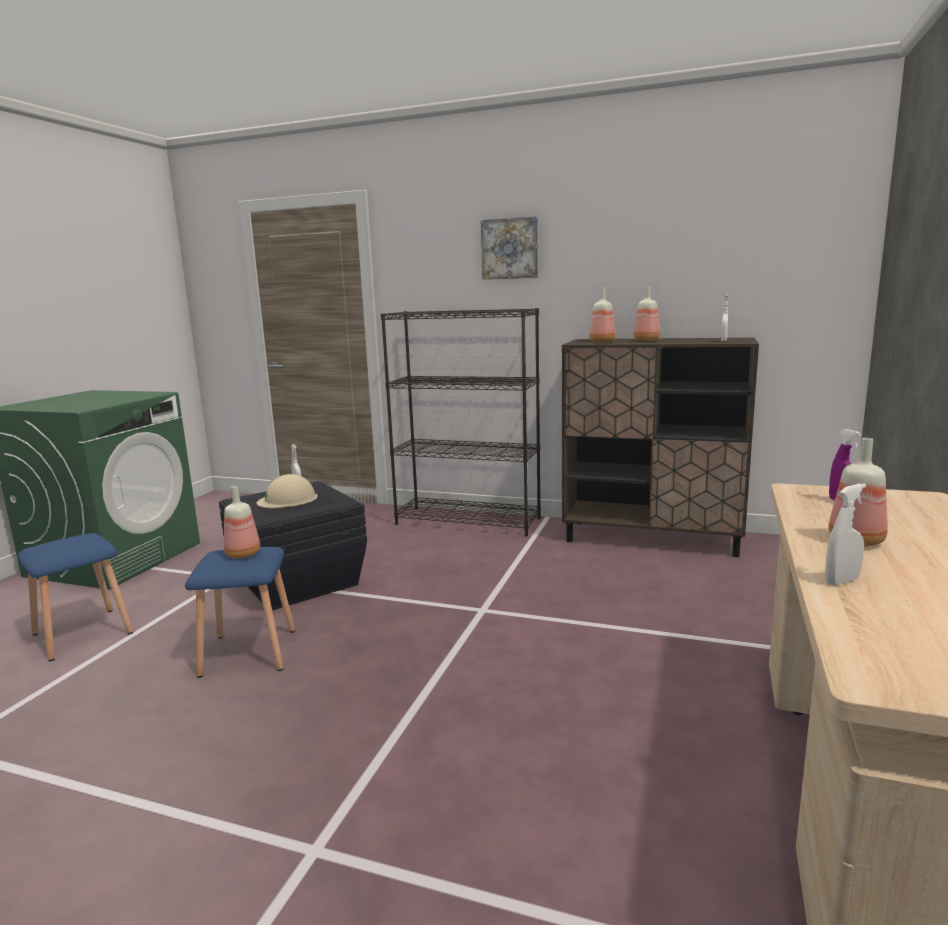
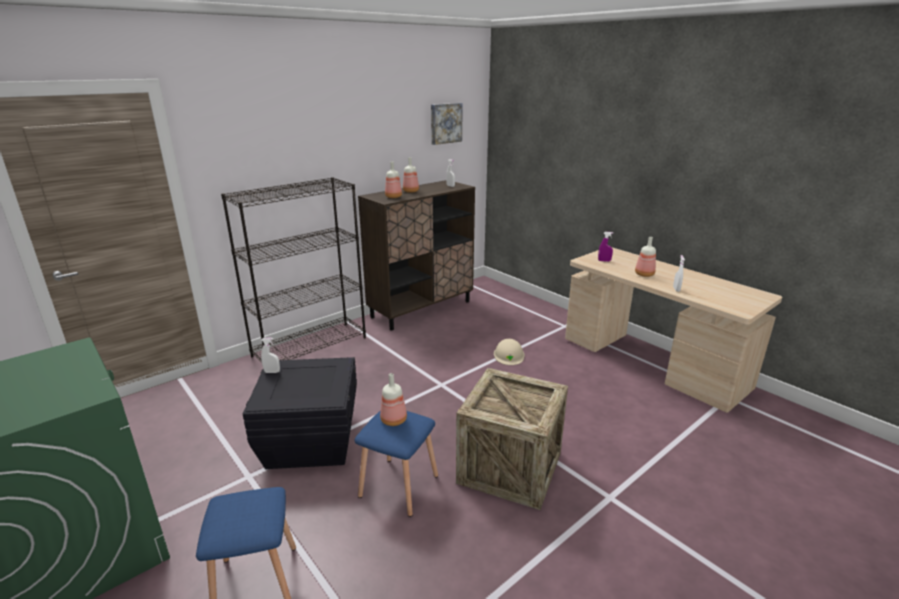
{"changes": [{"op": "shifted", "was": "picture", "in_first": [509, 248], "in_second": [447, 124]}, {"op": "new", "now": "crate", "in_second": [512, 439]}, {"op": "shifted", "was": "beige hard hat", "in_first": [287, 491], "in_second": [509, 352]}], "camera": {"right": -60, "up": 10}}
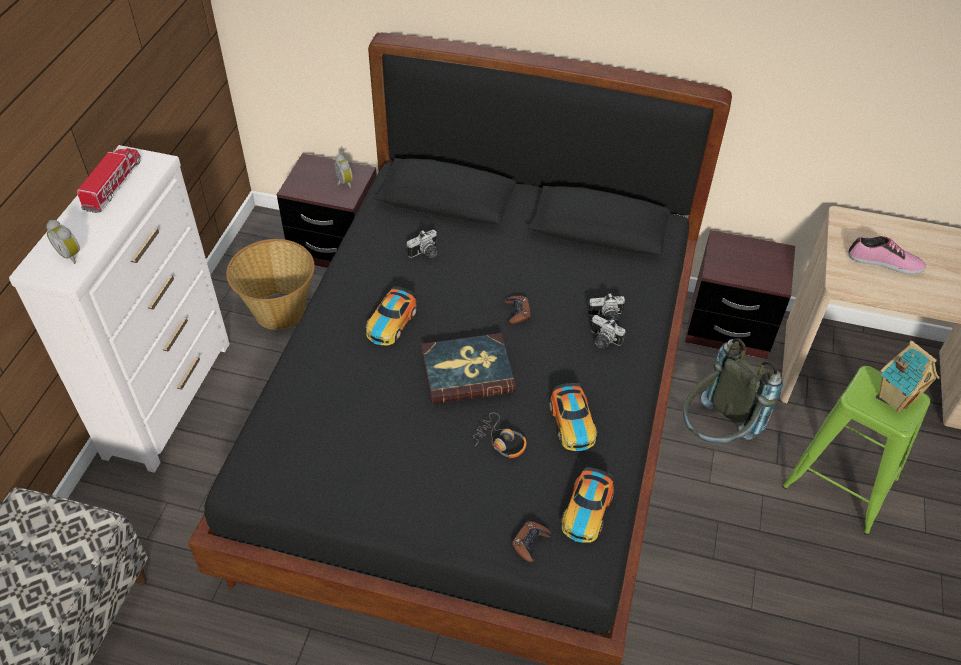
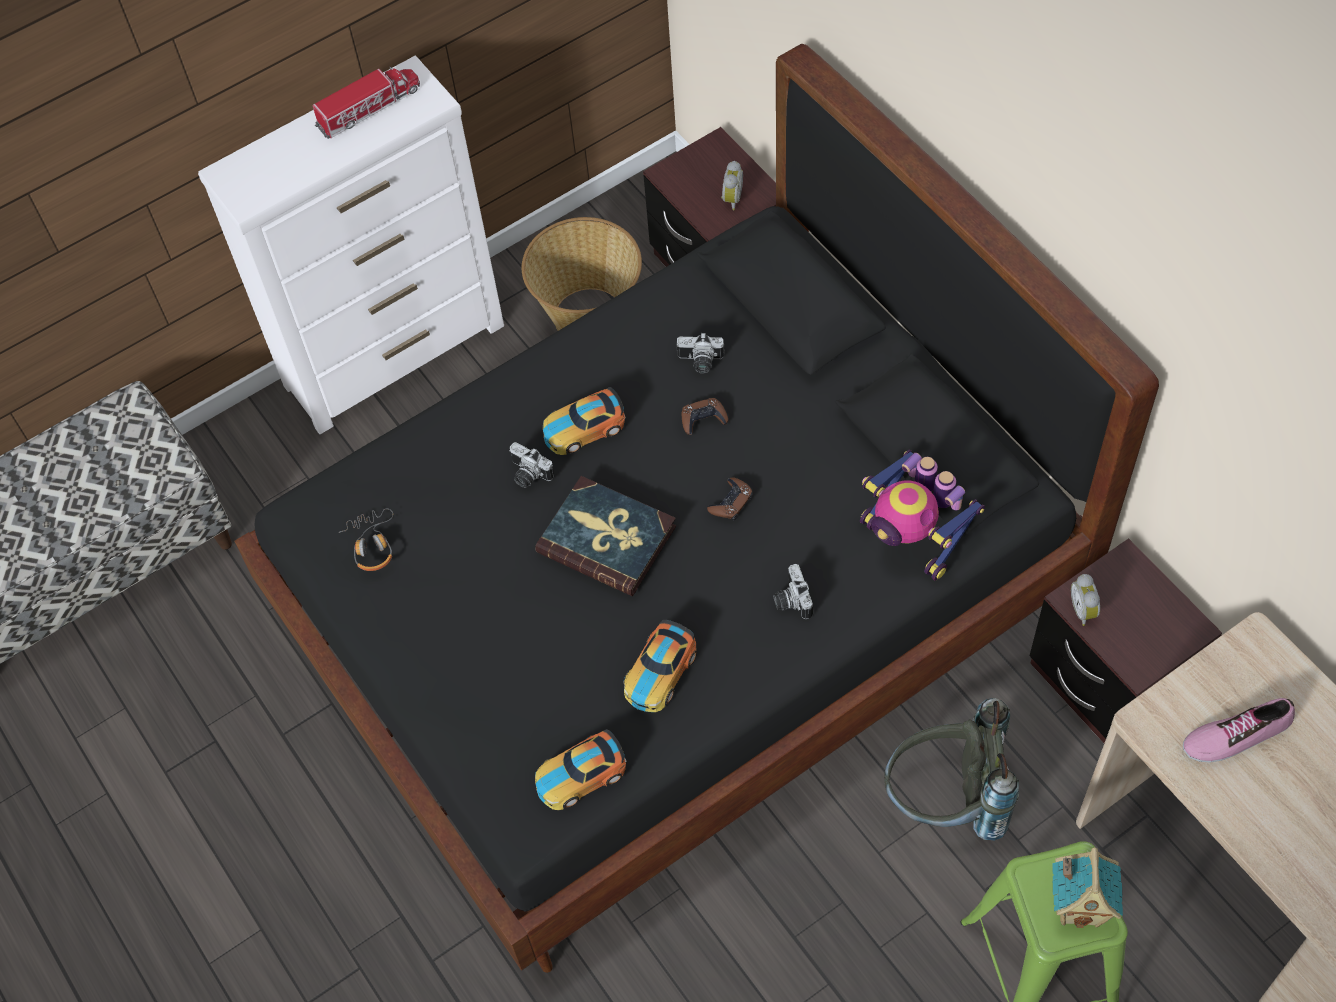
{"changes": [{"op": "shifted", "was": "headphones", "in_first": [500, 435], "in_second": [366, 539]}, {"op": "shifted", "was": "photo camera", "in_first": [606, 308], "in_second": [532, 465]}, {"op": "shifted", "was": "brown game controller", "in_first": [531, 541], "in_second": [705, 416]}, {"op": "new", "now": "toy robot", "in_second": [922, 515]}, {"op": "shifted", "was": "alarm clock", "in_first": [63, 242], "in_second": [1085, 600]}, {"op": "rotated", "was": "shoe", "in_first": [887, 255], "in_second": [1239, 730], "clockwise": 105}], "camera": {"right": 45, "up": 10}}
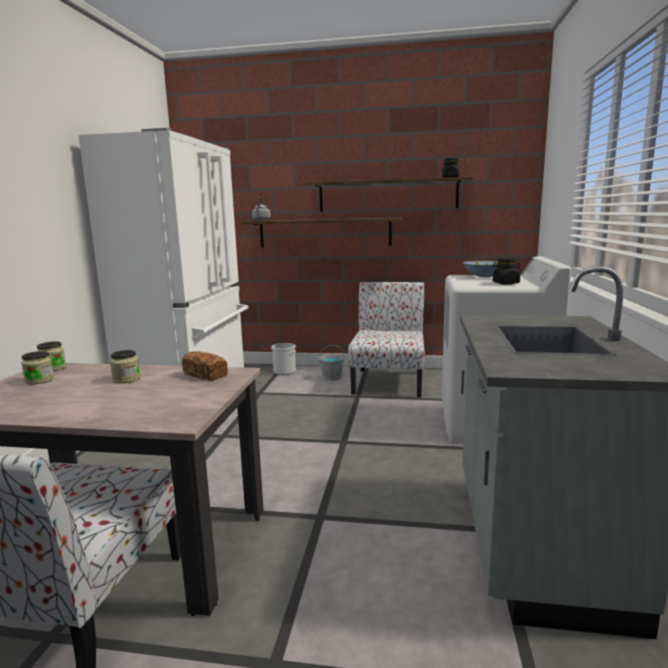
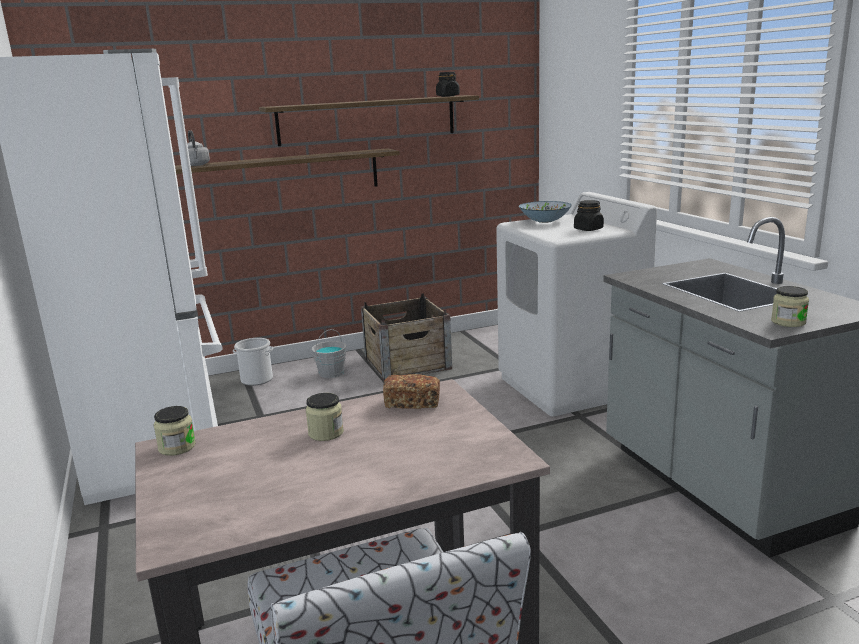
{"changes": [{"op": "swapped", "was": "chair", "now": "crate", "in_first": [386, 339], "in_second": [406, 337]}, {"op": "shifted", "was": "jar", "in_first": [37, 367], "in_second": [790, 306]}], "camera": {"right": -30, "up": 5}}
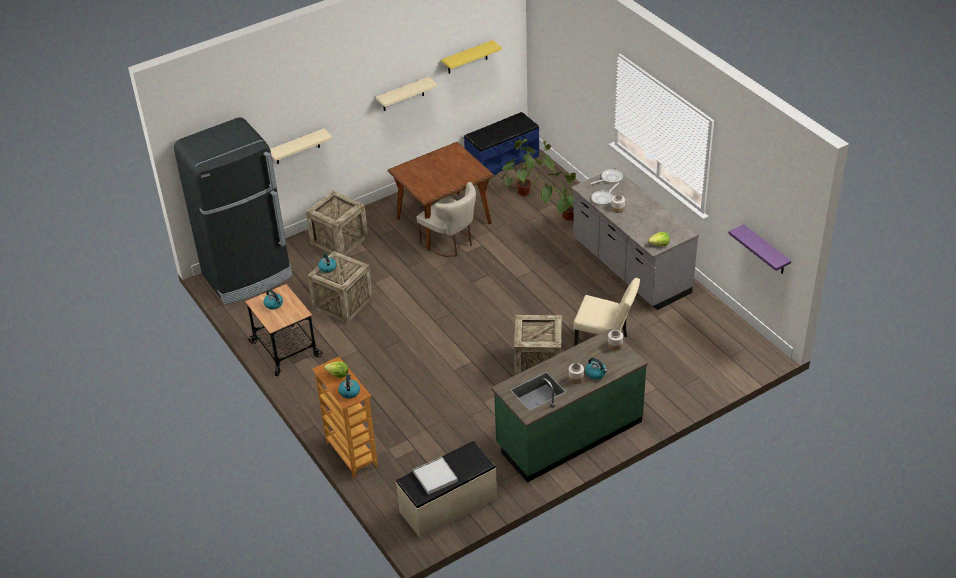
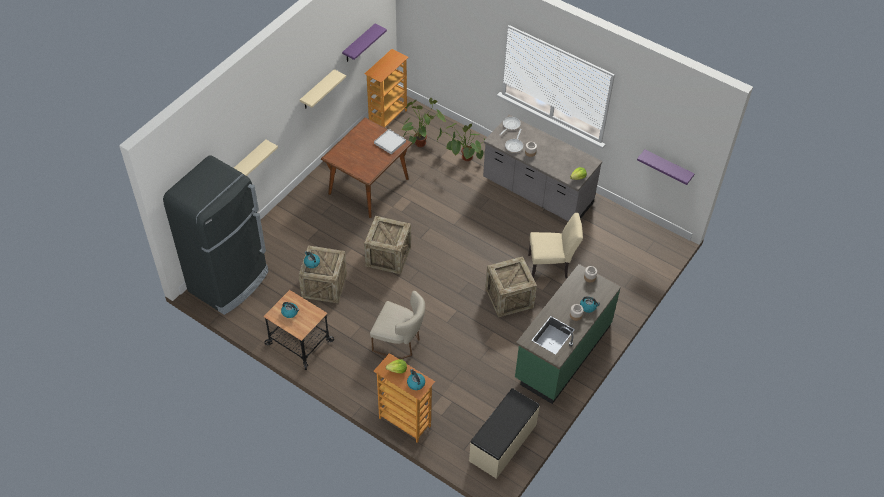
{"changes": [{"op": "repainted", "was": "yellow shelf", "now": "purple shelf", "in_first": [471, 57], "in_second": [364, 43]}, {"op": "swapped", "was": "blue bench", "now": "bookcase", "in_first": [501, 144], "in_second": [386, 88]}, {"op": "shifted", "was": "crate", "in_first": [337, 222], "in_second": [387, 245]}, {"op": "shifted", "was": "beige chair", "in_first": [446, 219], "in_second": [397, 325]}, {"op": "shifted", "was": "white tray", "in_first": [435, 476], "in_second": [390, 141]}], "camera": {"right": -25, "up": 10}}
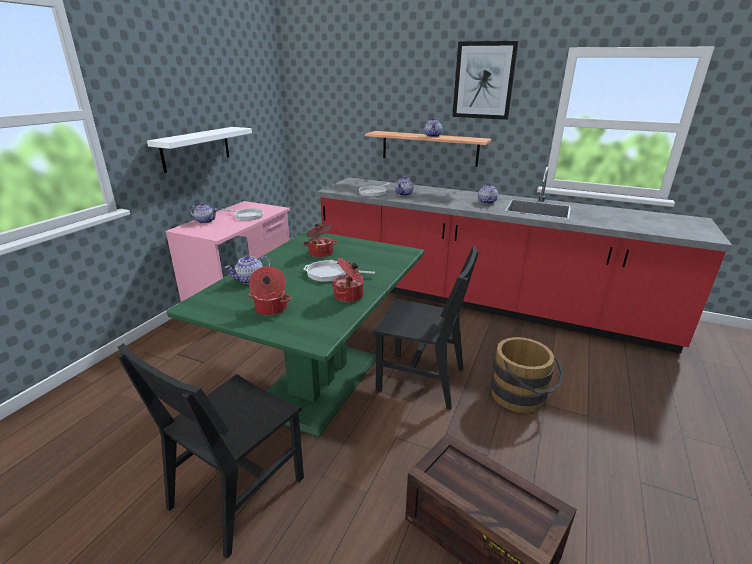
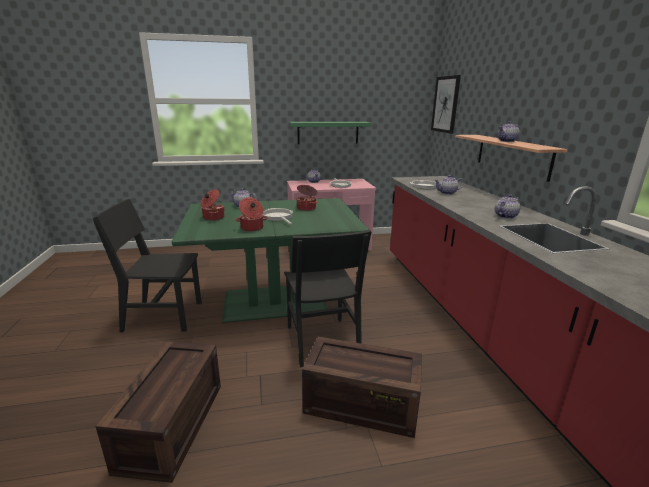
{"changes": [{"op": "repainted", "was": "white shelf", "now": "green shelf", "in_first": [199, 150], "in_second": [330, 133]}, {"op": "swapped", "was": "brown bucket", "now": "crate", "in_first": [527, 375], "in_second": [362, 387]}, {"op": "shifted", "was": "picture", "in_first": [485, 80], "in_second": [446, 104]}], "camera": {"right": 55, "up": -5}}
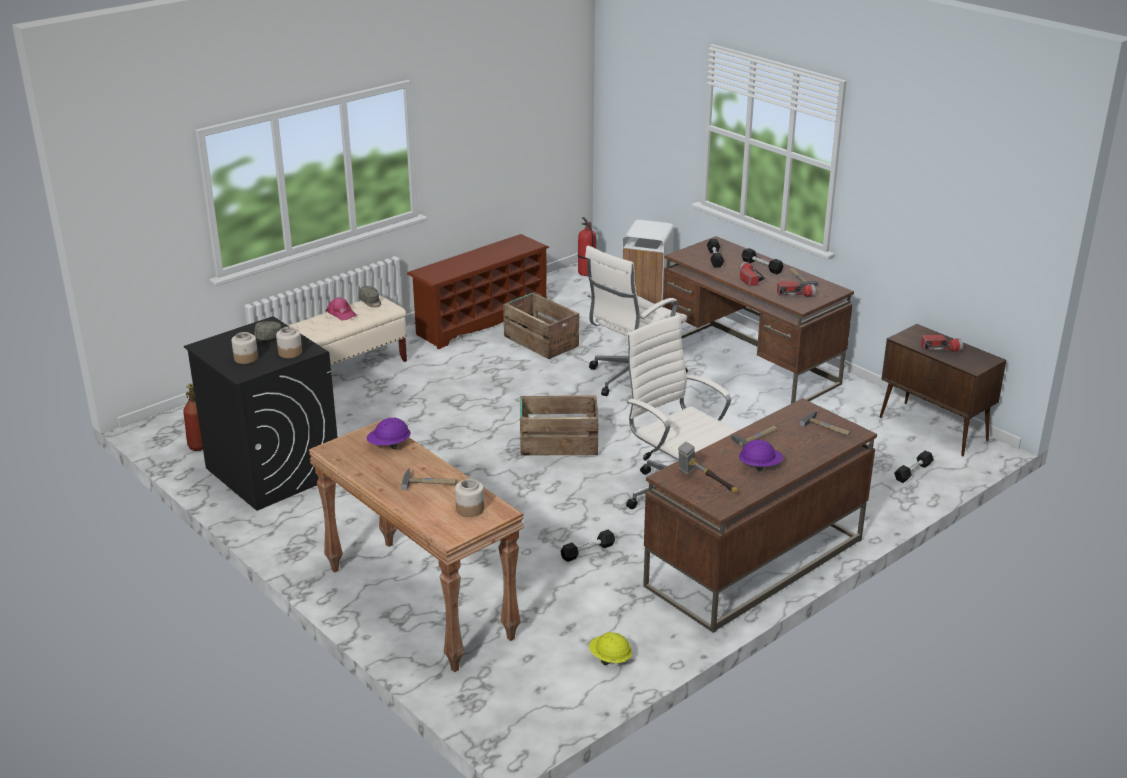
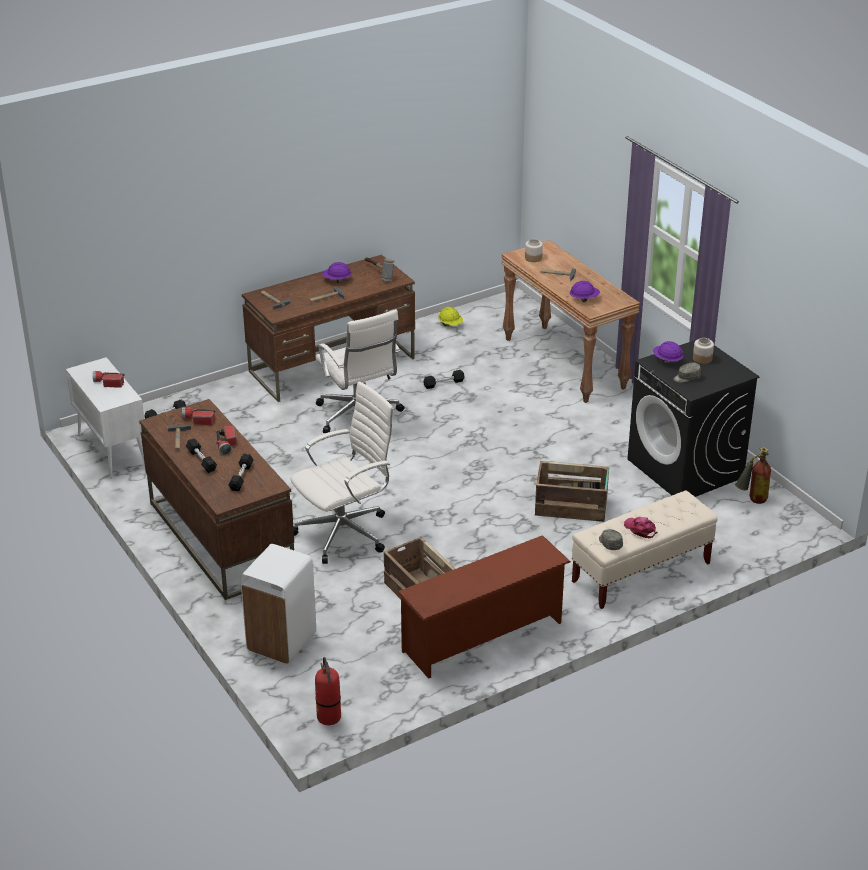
{"changes": [{"op": "repainted", "was": "brown cabinet", "now": "white cabinet", "in_first": [943, 390], "in_second": [105, 417]}, {"op": "shifted", "was": "crate", "in_first": [559, 425], "in_second": [572, 491]}, {"op": "swapped", "was": "jar", "now": "purple hard hat", "in_first": [289, 342], "in_second": [668, 352]}], "camera": {"right": -170, "up": 5}}
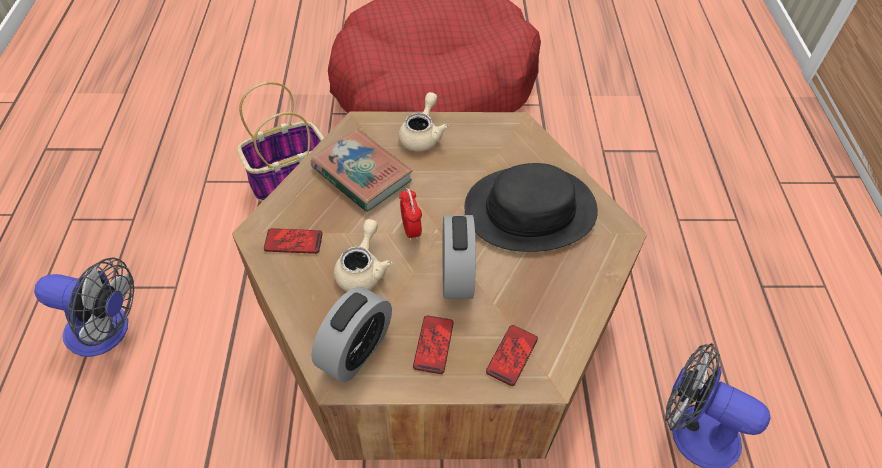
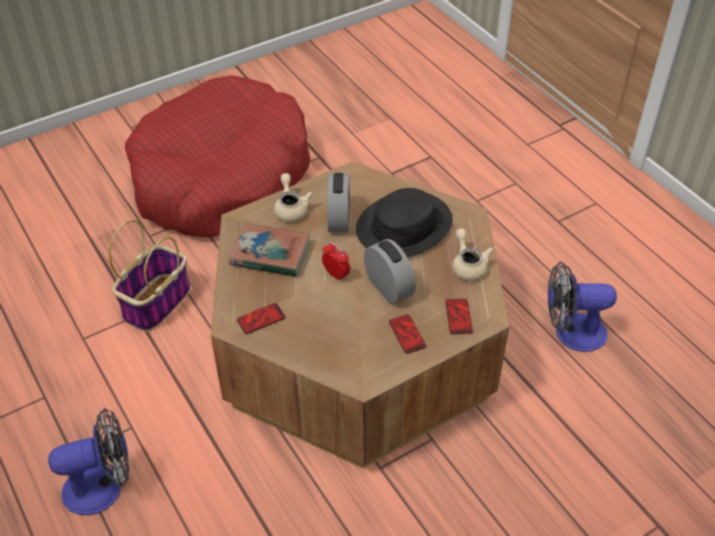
{"changes": [{"op": "shifted", "was": "alarm clock", "in_first": [351, 334], "in_second": [338, 202]}, {"op": "shifted", "was": "beige teapot", "in_first": [363, 255], "in_second": [473, 255]}], "camera": {"right": -30, "up": -5}}
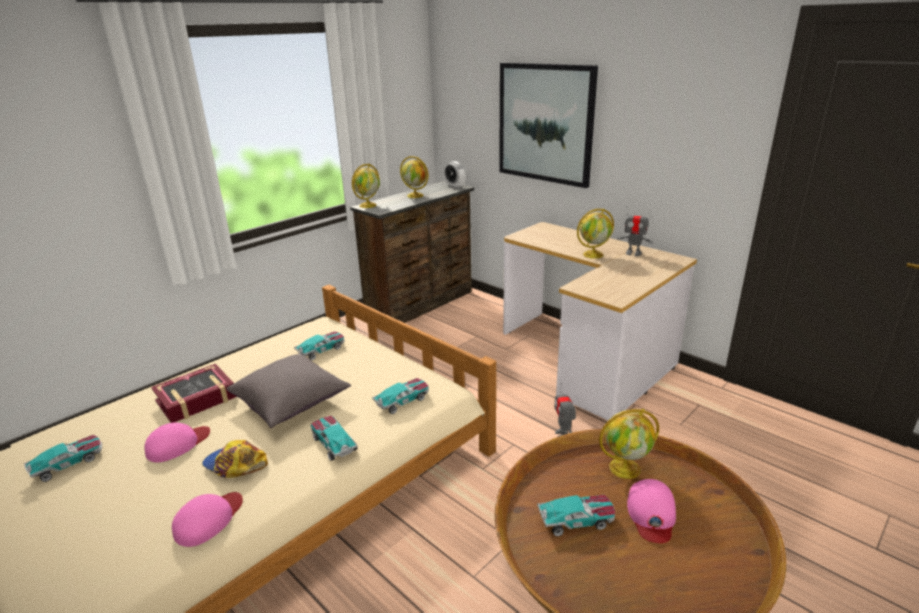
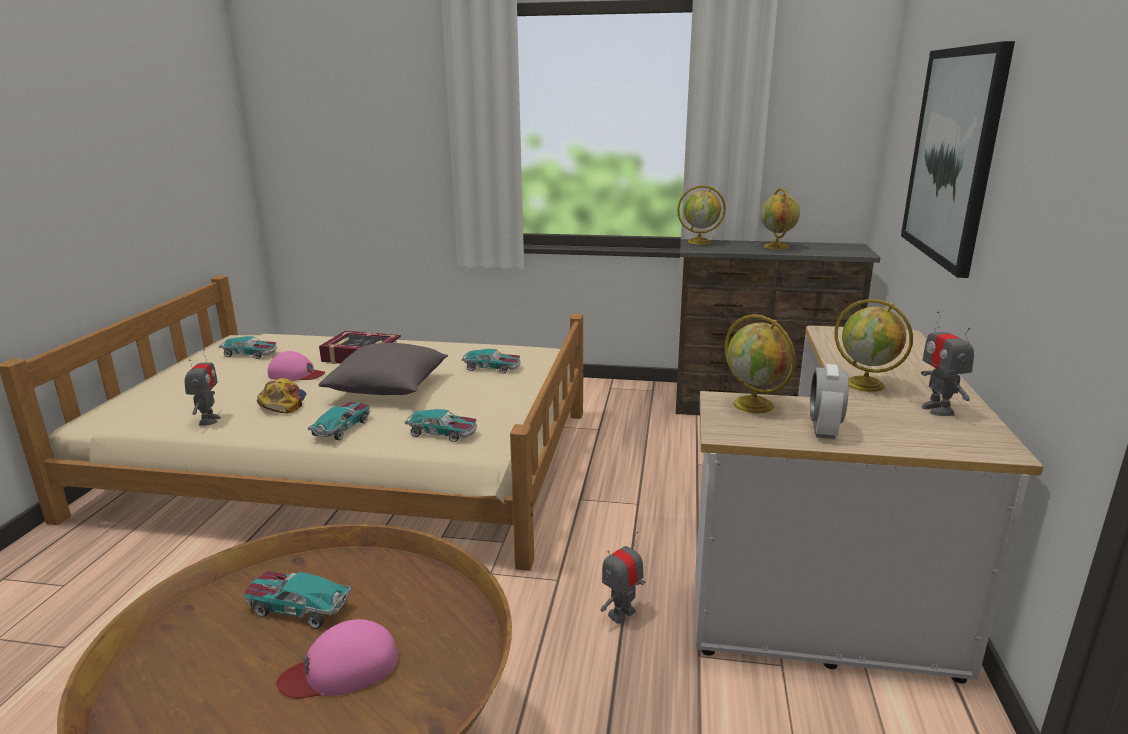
{"changes": [{"op": "swapped", "was": "pink cap", "now": "toy robot", "in_first": [207, 519], "in_second": [202, 387]}, {"op": "rotated", "was": "toy car", "in_first": [576, 515], "in_second": [298, 600], "clockwise": 150}, {"op": "shifted", "was": "globe", "in_first": [629, 444], "in_second": [760, 364]}, {"op": "shifted", "was": "alarm clock", "in_first": [455, 175], "in_second": [829, 401]}], "camera": {"right": 55, "up": -5}}
